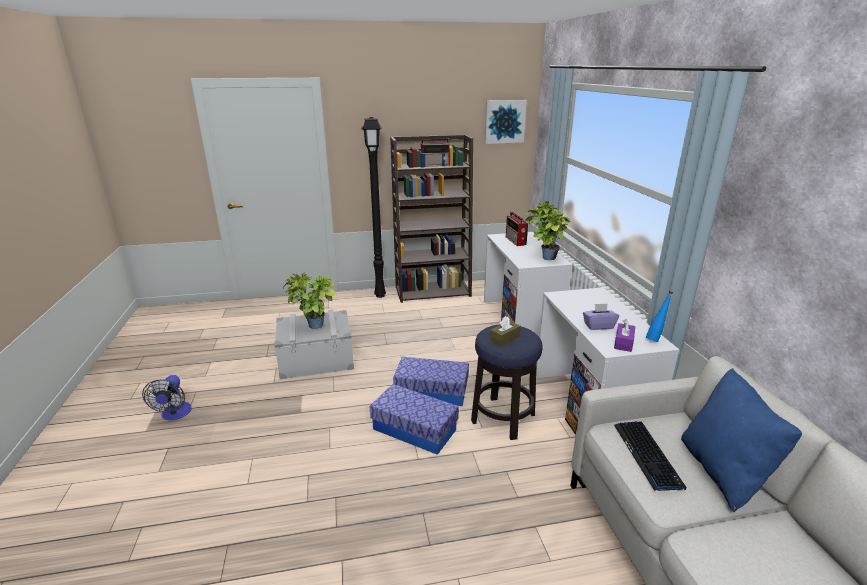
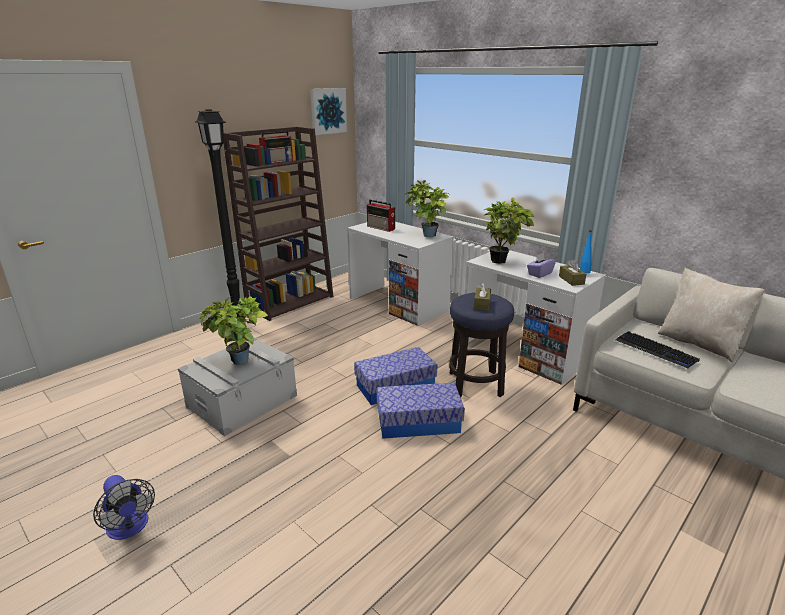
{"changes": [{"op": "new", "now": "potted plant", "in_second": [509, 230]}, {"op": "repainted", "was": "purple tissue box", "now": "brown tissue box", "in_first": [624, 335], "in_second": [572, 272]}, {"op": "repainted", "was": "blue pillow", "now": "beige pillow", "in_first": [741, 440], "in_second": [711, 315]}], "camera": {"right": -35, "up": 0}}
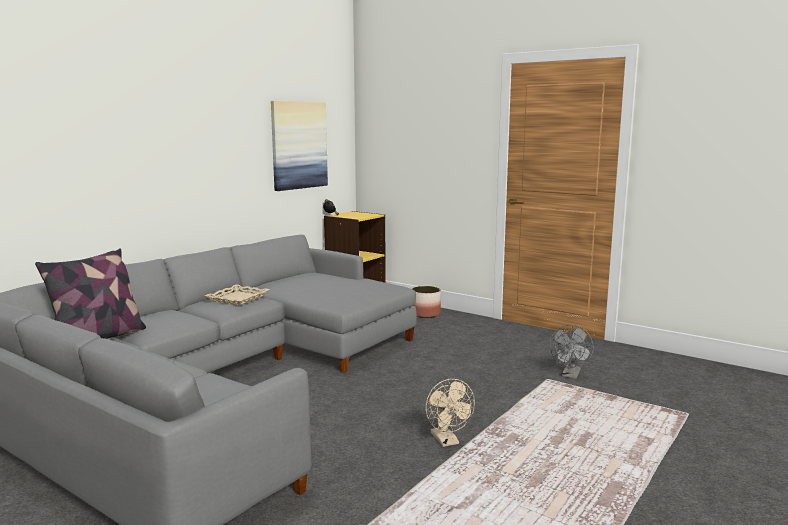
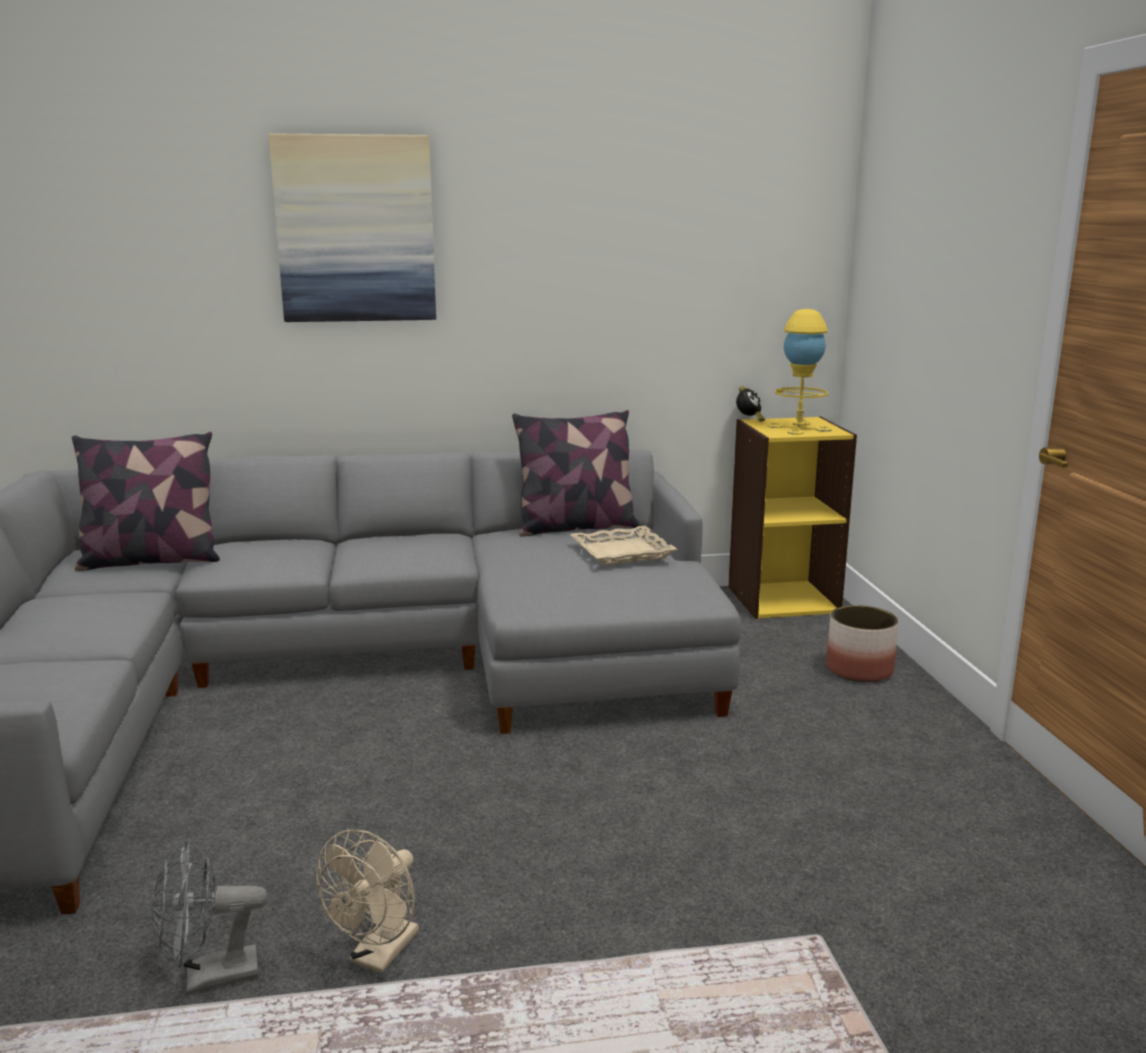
{"changes": [{"op": "shifted", "was": "grey fan", "in_first": [571, 352], "in_second": [210, 916]}, {"op": "shifted", "was": "picture", "in_first": [299, 146], "in_second": [352, 227]}, {"op": "new", "now": "pillow", "in_second": [575, 473]}, {"op": "shifted", "was": "beige tray", "in_first": [237, 295], "in_second": [623, 545]}, {"op": "new", "now": "yellow table lamp", "in_second": [799, 372]}], "camera": {"right": 45, "up": 5}}
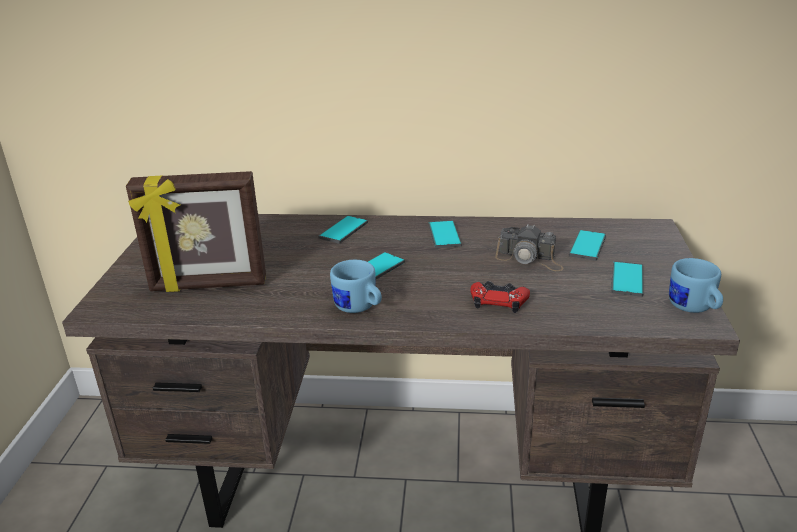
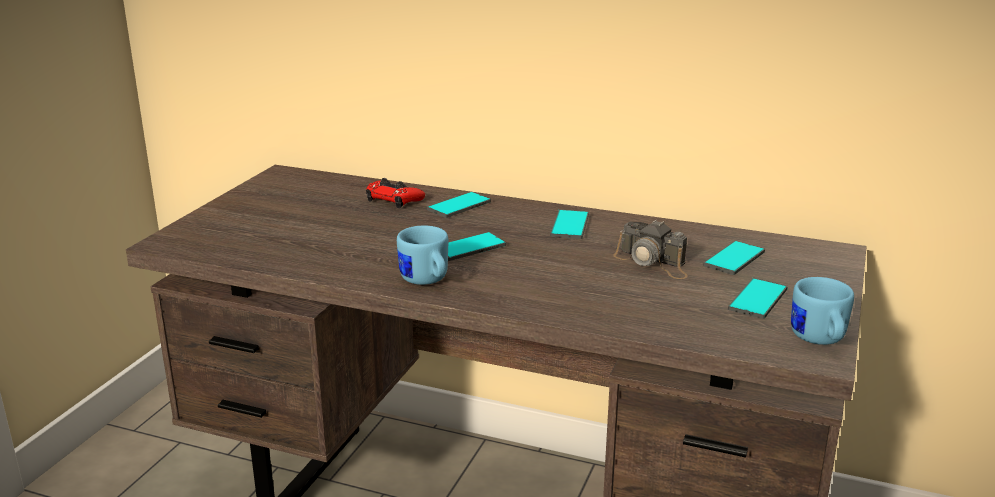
{"changes": [{"op": "shifted", "was": "red game controller", "in_first": [500, 297], "in_second": [395, 193]}, {"op": "gone", "was": "picture frame", "in_first": [196, 231]}], "camera": {"right": 15, "up": -5}}
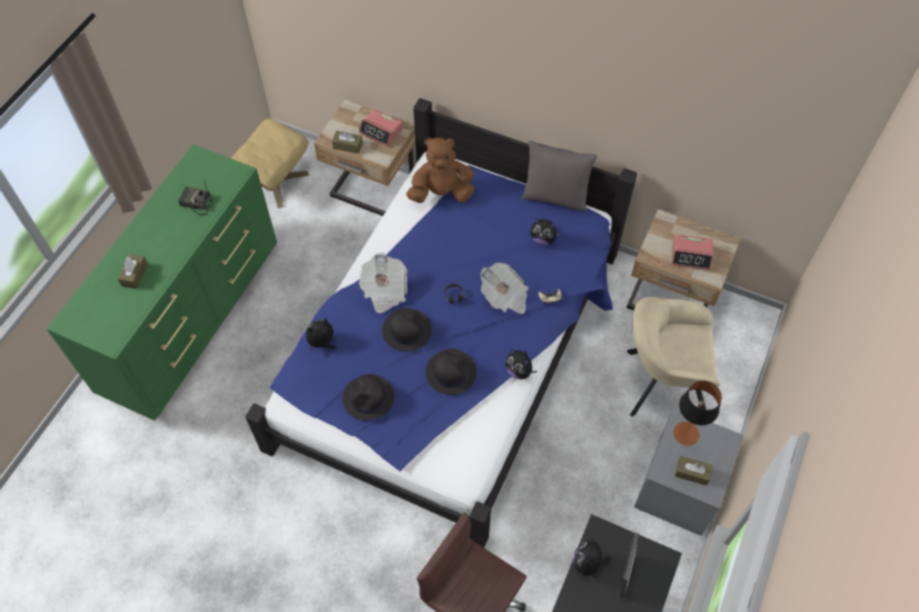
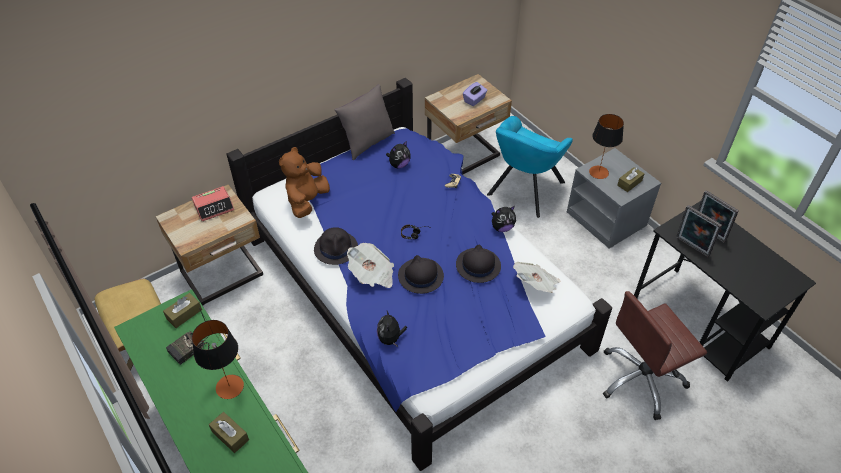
{"changes": [{"op": "shifted", "was": "brown tissue box", "in_first": [347, 142], "in_second": [182, 310]}, {"op": "new", "now": "table lamp", "in_second": [218, 359]}, {"op": "shifted", "was": "black hat", "in_first": [368, 397], "in_second": [336, 246]}, {"op": "swapped", "was": "alarm clock", "now": "purple tissue box", "in_first": [692, 252], "in_second": [475, 94]}, {"op": "repainted", "was": "beige armchair", "now": "turquoise armchair", "in_first": [673, 357], "in_second": [530, 167]}, {"op": "shifted", "was": "newspaper", "in_first": [504, 288], "in_second": [536, 277]}, {"op": "swapped", "was": "plush toy", "now": "picture frame", "in_first": [593, 559], "in_second": [699, 231]}], "camera": {"right": -60, "up": -10}}
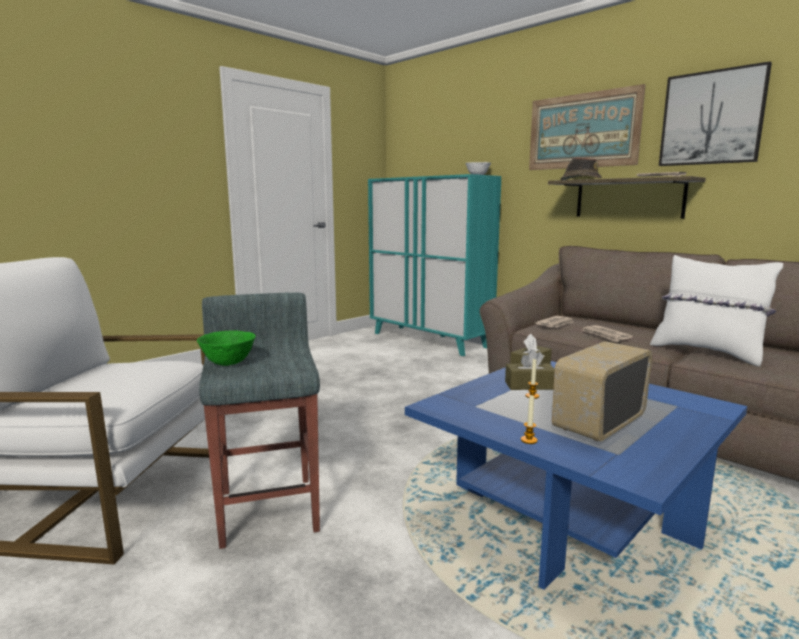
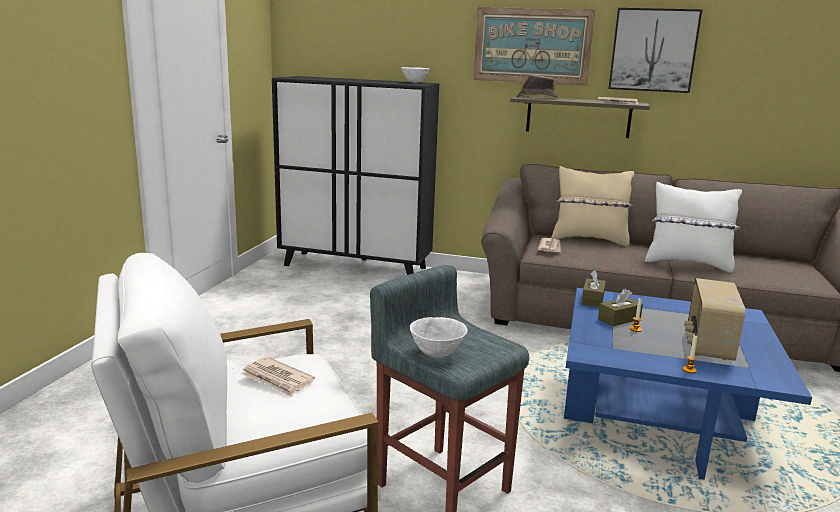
{"changes": [{"op": "shifted", "was": "newspaper", "in_first": [607, 333], "in_second": [278, 377]}, {"op": "repainted", "was": "turquoise cabinet", "now": "black cabinet", "in_first": [434, 265], "in_second": [355, 175]}, {"op": "repainted", "was": "green bowl", "now": "white bowl", "in_first": [226, 348], "in_second": [439, 337]}, {"op": "new", "now": "beige pillow", "in_second": [592, 206]}], "camera": {"right": -30, "up": 5}}
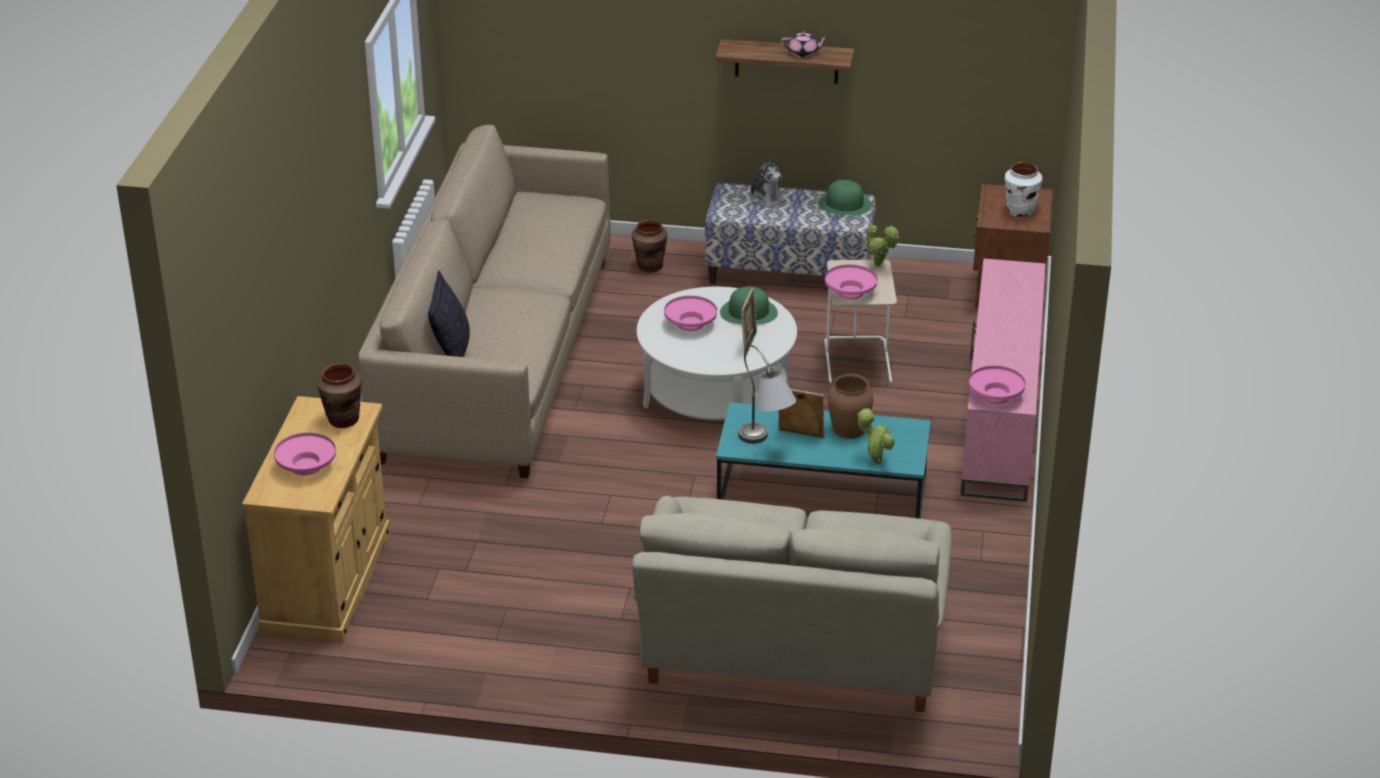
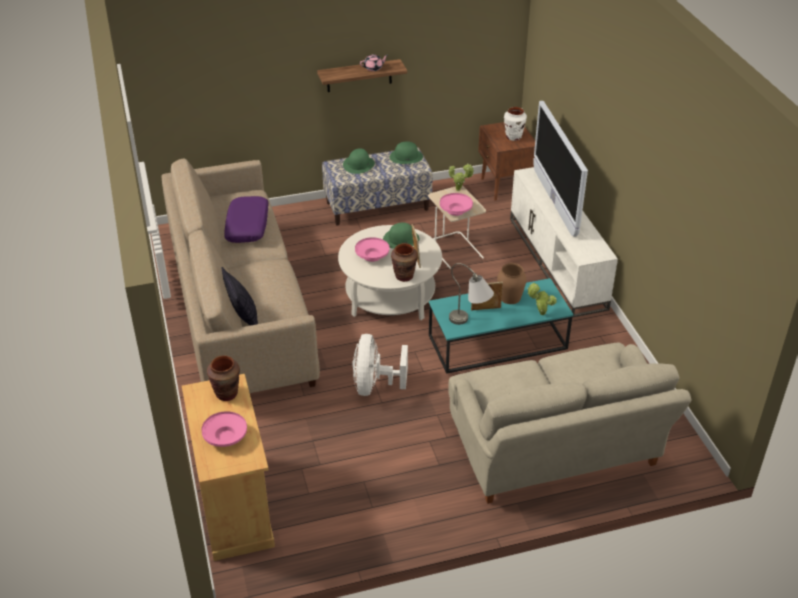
{"changes": [{"op": "new", "now": "purple pillow", "in_second": [246, 219]}, {"op": "swapped", "was": "plush toy", "now": "green hat", "in_first": [767, 182], "in_second": [359, 161]}, {"op": "new", "now": "white fan", "in_second": [380, 365]}, {"op": "shifted", "was": "brown vase", "in_first": [649, 246], "in_second": [404, 262]}, {"op": "repainted", "was": "pink tv stand", "now": "white tv stand", "in_first": [1002, 380], "in_second": [564, 242]}, {"op": "new", "now": "television", "in_second": [560, 169]}, {"op": "gone", "was": "pink bowl", "in_first": [997, 385]}], "camera": {"right": -25, "up": 5}}
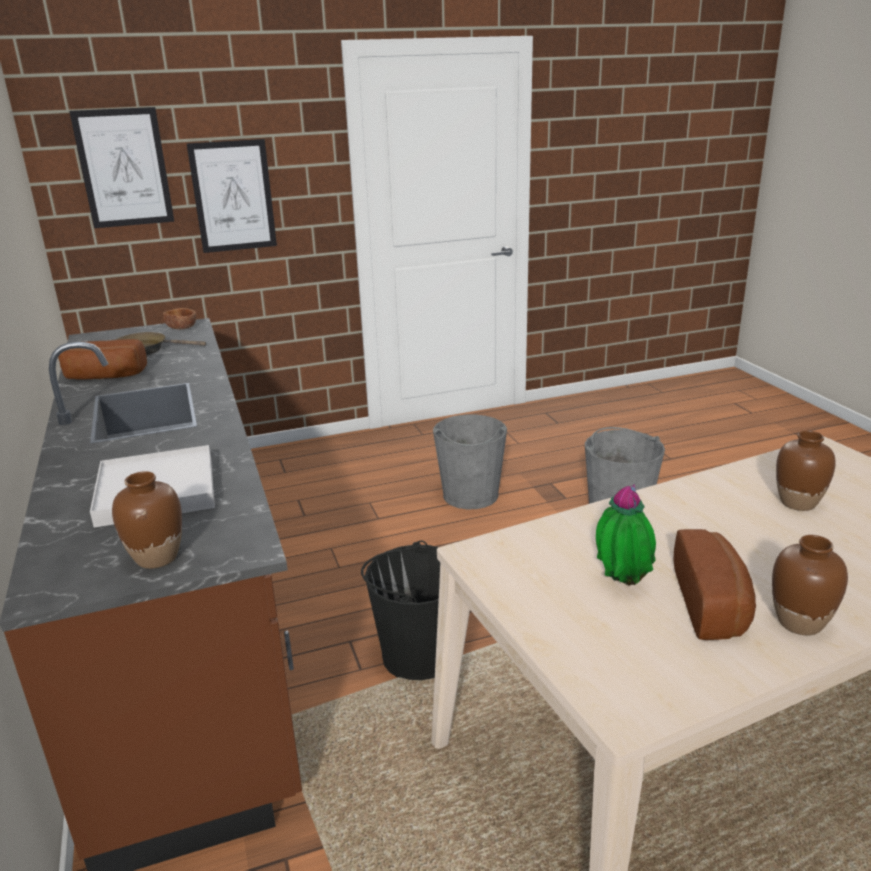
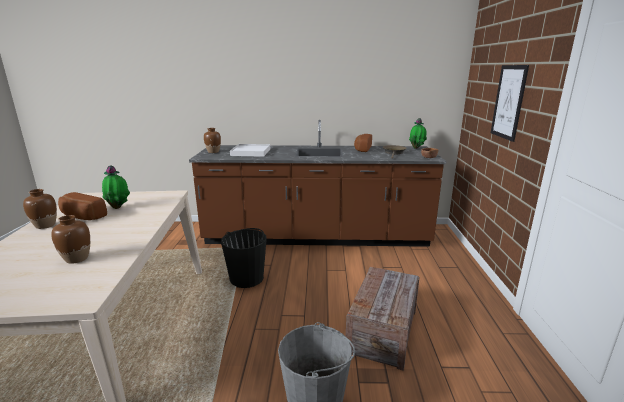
{"changes": [{"op": "swapped", "was": "grey bucket", "now": "crate", "in_first": [470, 461], "in_second": [383, 319]}, {"op": "new", "now": "potted plant", "in_second": [418, 133]}, {"op": "gone", "was": "picture", "in_first": [121, 167]}], "camera": {"right": 110, "up": -5}}
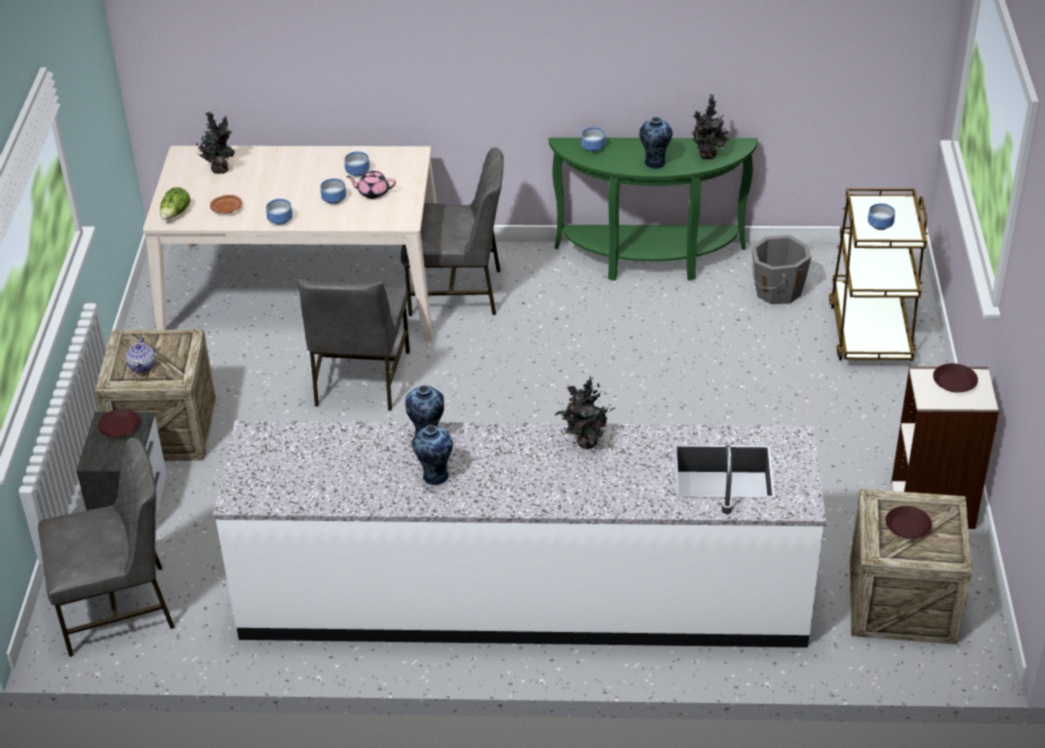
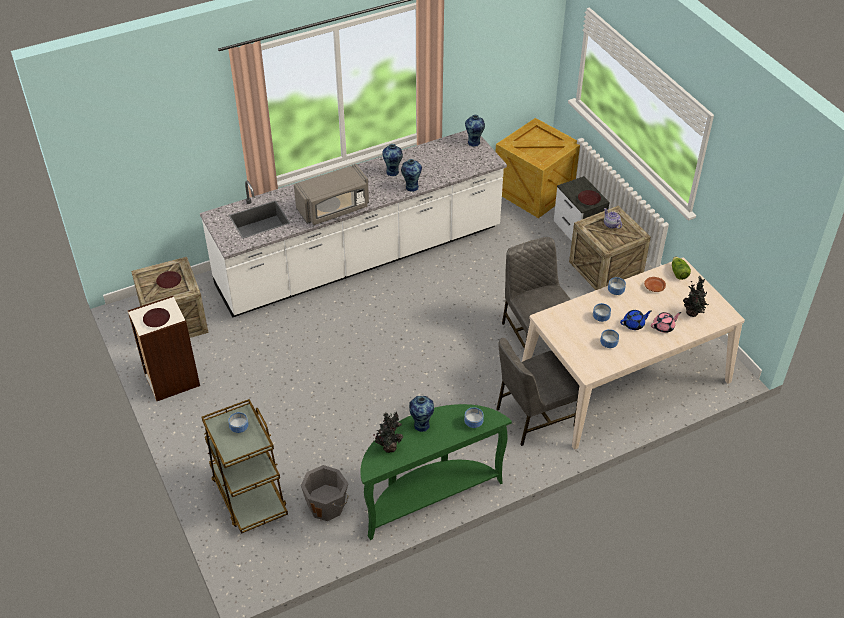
{"changes": [{"op": "swapped", "was": "potted plant", "now": "grey microwave", "in_first": [585, 412], "in_second": [331, 194]}, {"op": "new", "now": "vase", "in_second": [475, 131]}, {"op": "swapped", "was": "grey chair", "now": "crate", "in_first": [106, 547], "in_second": [537, 168]}, {"op": "new", "now": "blue teapot", "in_second": [636, 320]}, {"op": "shifted", "was": "pink teapot", "in_first": [371, 185], "in_second": [666, 322]}], "camera": {"right": 150, "up": 5}}
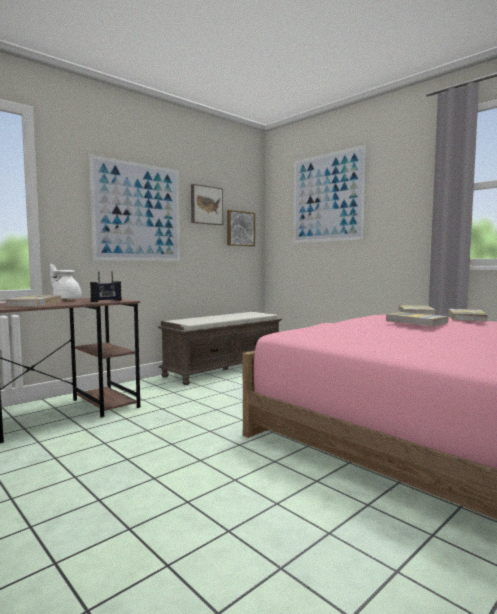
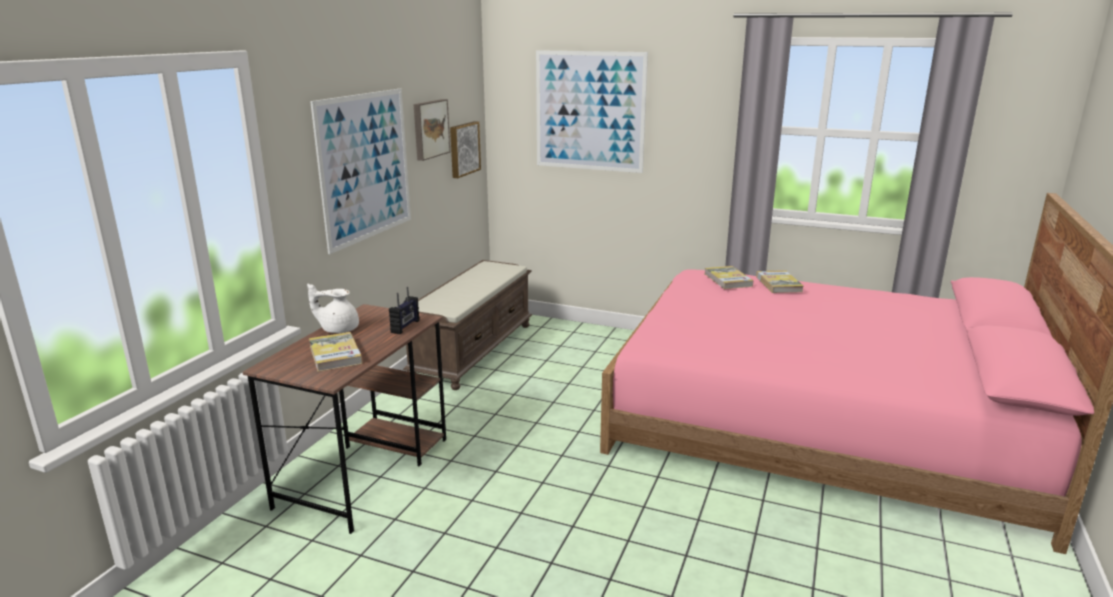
{"changes": [{"op": "gone", "was": "book", "in_first": [417, 319]}], "camera": {"right": -25, "up": 15}}
